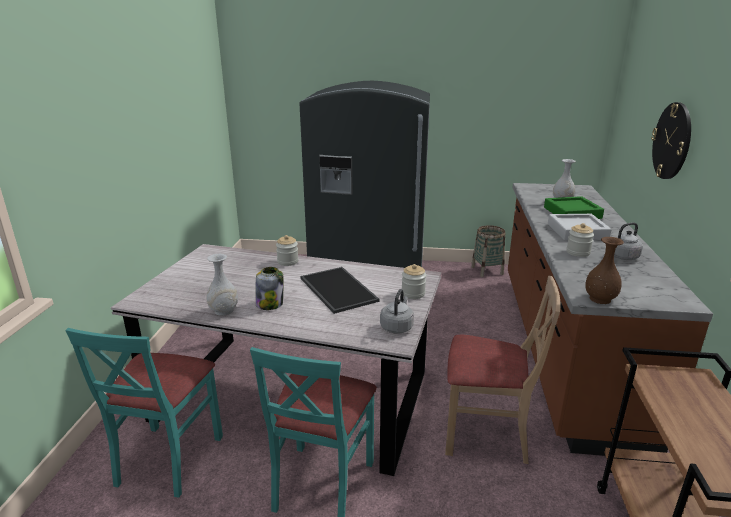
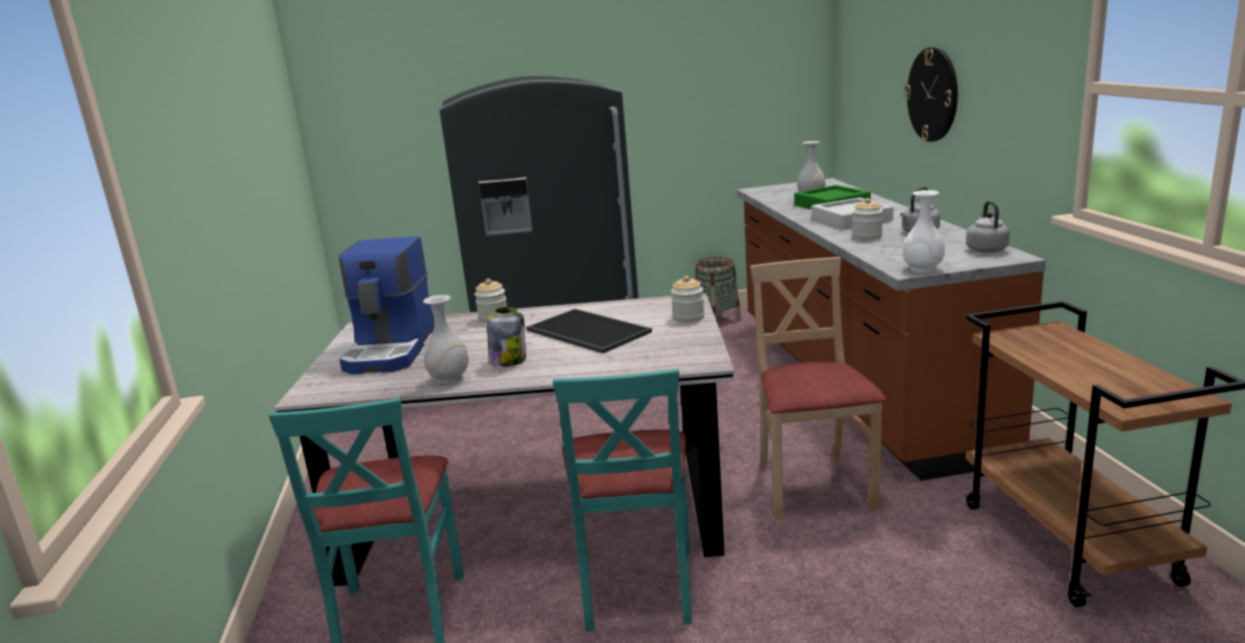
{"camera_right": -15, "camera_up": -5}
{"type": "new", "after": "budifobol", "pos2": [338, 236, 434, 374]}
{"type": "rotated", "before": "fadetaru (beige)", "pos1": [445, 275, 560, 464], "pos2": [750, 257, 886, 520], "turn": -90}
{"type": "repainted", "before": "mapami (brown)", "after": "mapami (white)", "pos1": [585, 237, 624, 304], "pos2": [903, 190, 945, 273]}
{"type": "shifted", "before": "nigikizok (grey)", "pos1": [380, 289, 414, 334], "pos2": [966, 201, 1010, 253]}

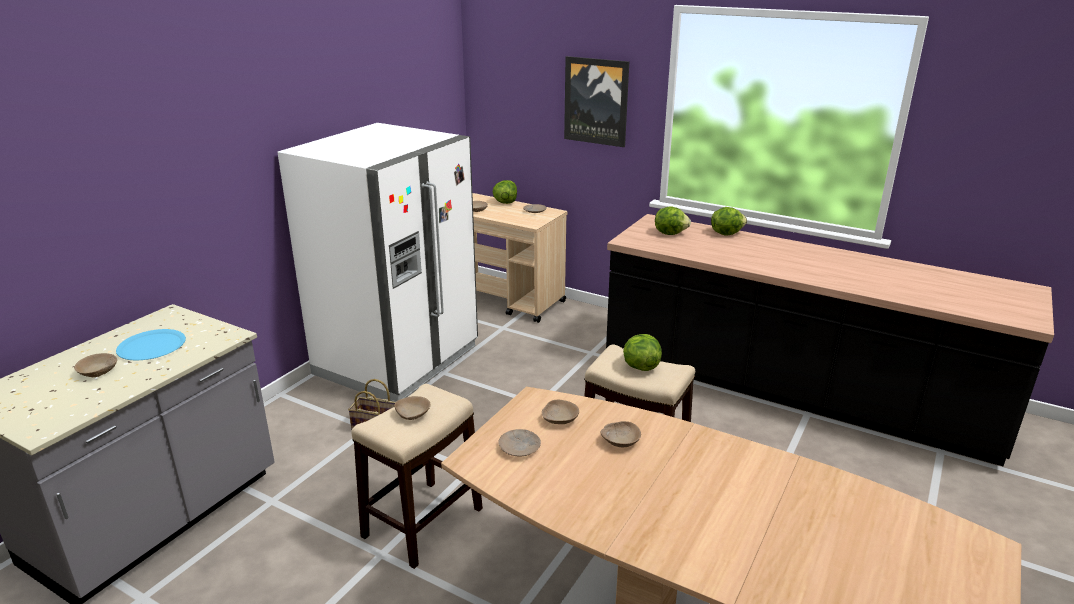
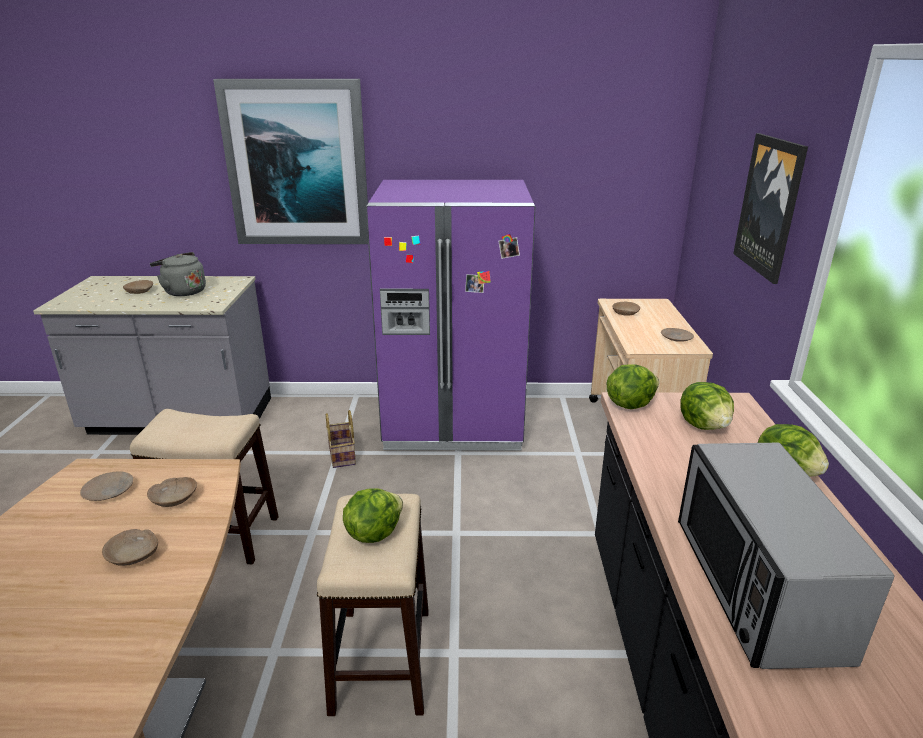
{"camera_right": 60, "camera_up": 0}
{"type": "swapped", "before": "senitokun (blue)", "after": "nigikizok (grey)", "pos1": [116, 329, 186, 360], "pos2": [150, 252, 206, 296]}
{"type": "new", "after": "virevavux", "pos2": [213, 79, 368, 244]}
{"type": "repainted", "before": "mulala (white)", "after": "mulala (purple)", "pos1": [277, 123, 478, 402], "pos2": [366, 180, 535, 451]}
{"type": "shifted", "before": "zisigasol", "pos1": [493, 180, 517, 204], "pos2": [607, 364, 659, 409]}
{"type": "new", "after": "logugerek", "pos2": [678, 443, 894, 669]}
{"type": "gone", "before": "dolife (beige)", "pos1": [394, 396, 430, 420]}

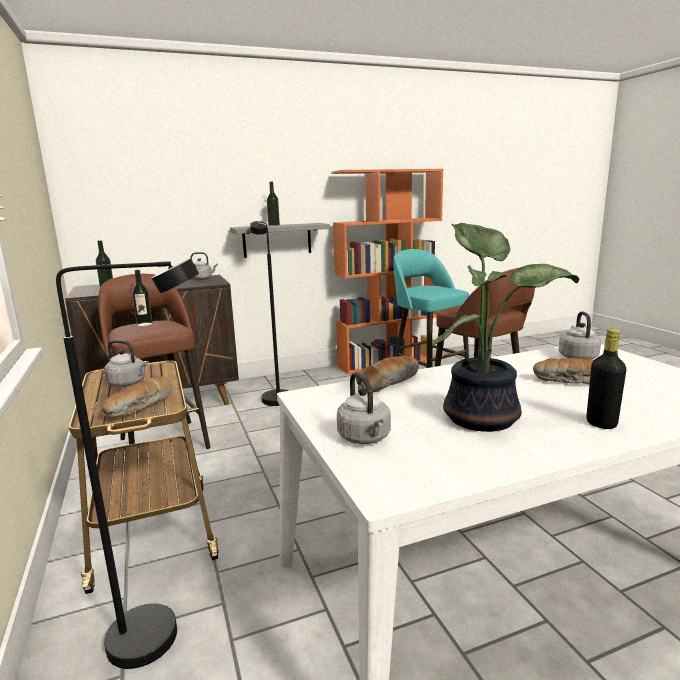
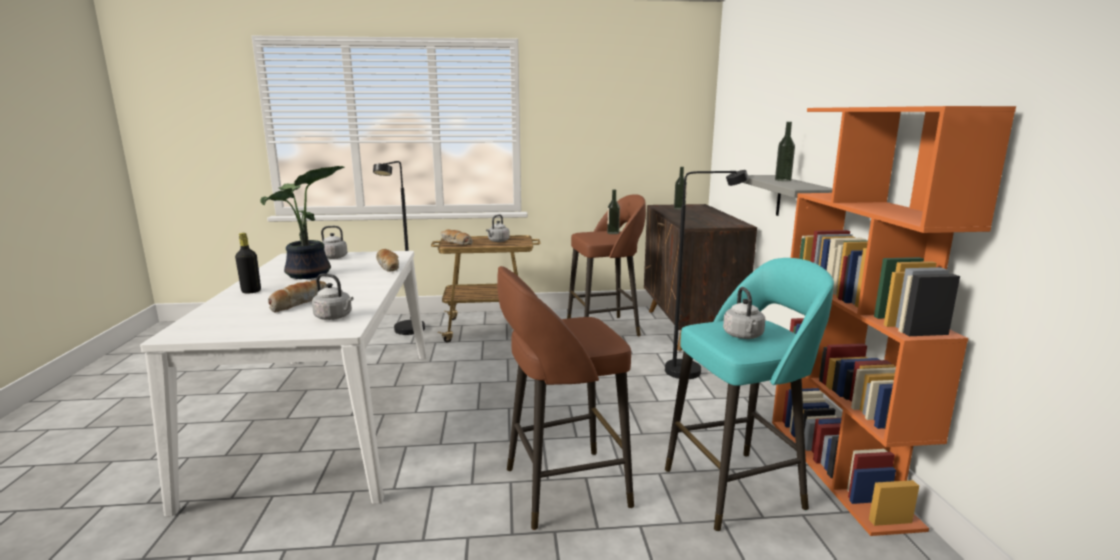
{"camera_right": 105, "camera_up": 0}
{"type": "shifted", "before": "nigikizok (grey)", "pos1": [190, 252, 218, 280], "pos2": [723, 287, 766, 339]}

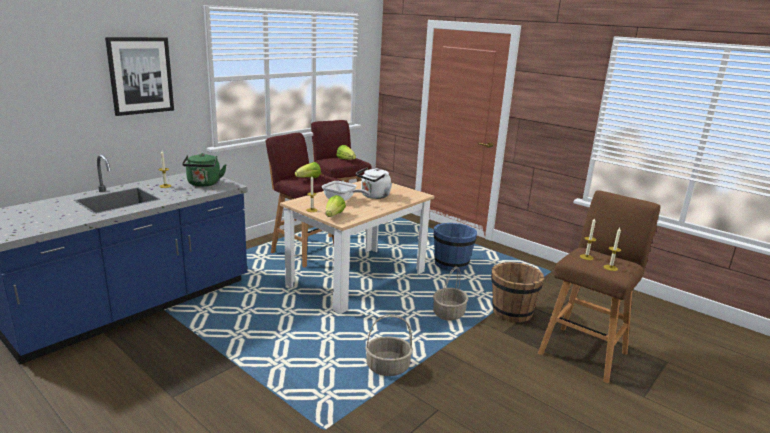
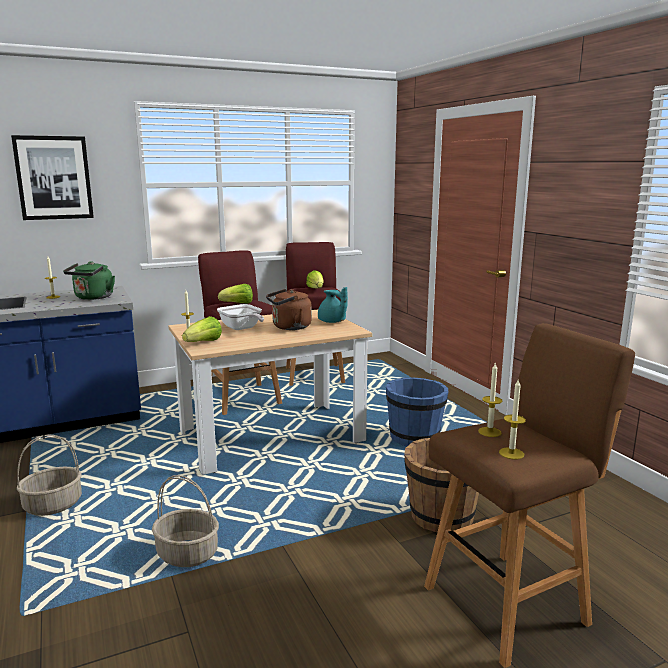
{"camera_right": 25, "camera_up": -5}
{"type": "shifted", "before": "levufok", "pos1": [433, 267, 468, 321], "pos2": [17, 435, 82, 516]}
{"type": "repainted", "before": "nigikizok (white)", "after": "nigikizok (brown)", "pos1": [356, 167, 392, 199], "pos2": [266, 289, 312, 330]}
{"type": "new", "after": "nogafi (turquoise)", "pos2": [318, 287, 348, 323]}

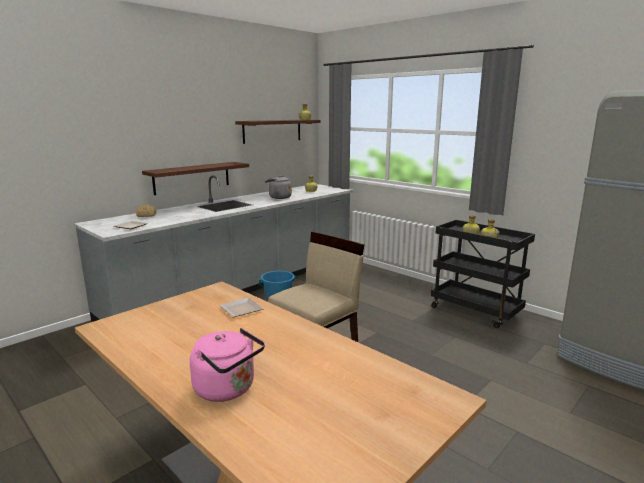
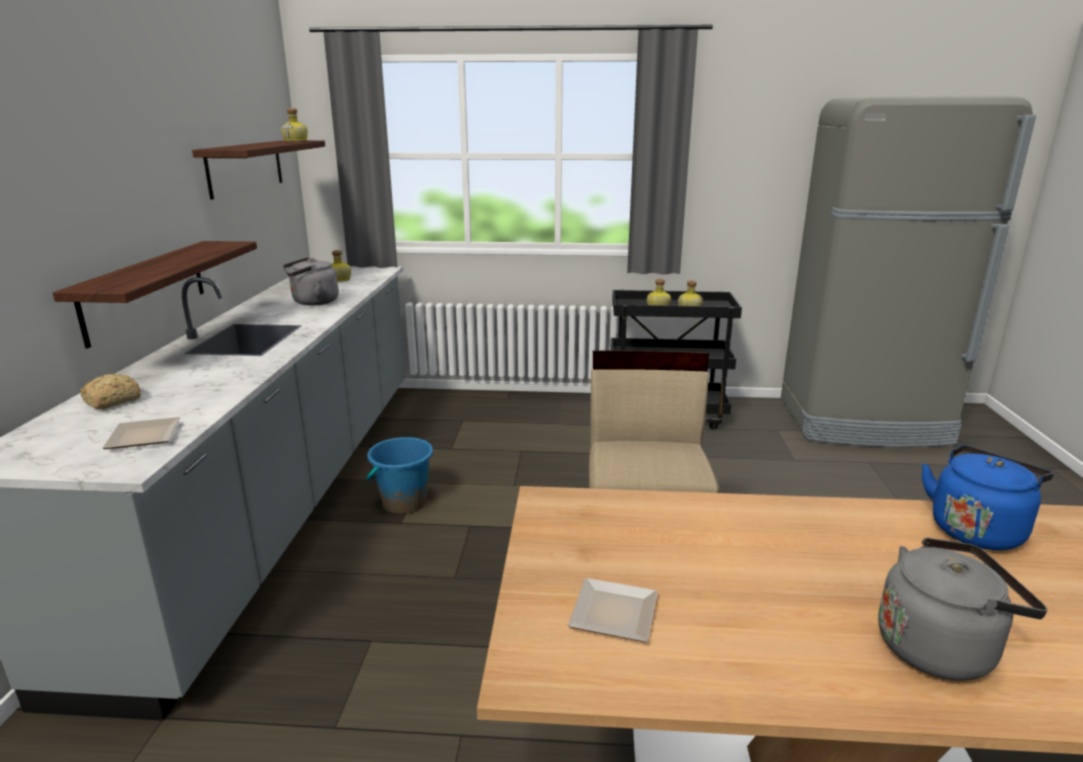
{"camera_right": -40, "camera_up": 5}
{"type": "shifted", "before": "senitokun", "pos1": [220, 298, 263, 318], "pos2": [568, 578, 658, 642]}
{"type": "repainted", "before": "nigikizok (pink)", "after": "nigikizok (grey)", "pos1": [190, 328, 265, 402], "pos2": [878, 537, 1047, 681]}
{"type": "new", "after": "nigikizok (blue)", "pos2": [922, 445, 1053, 550]}

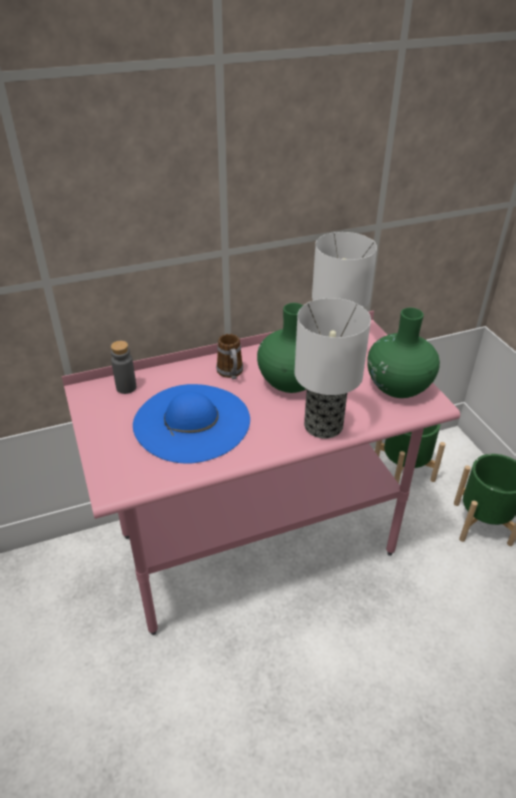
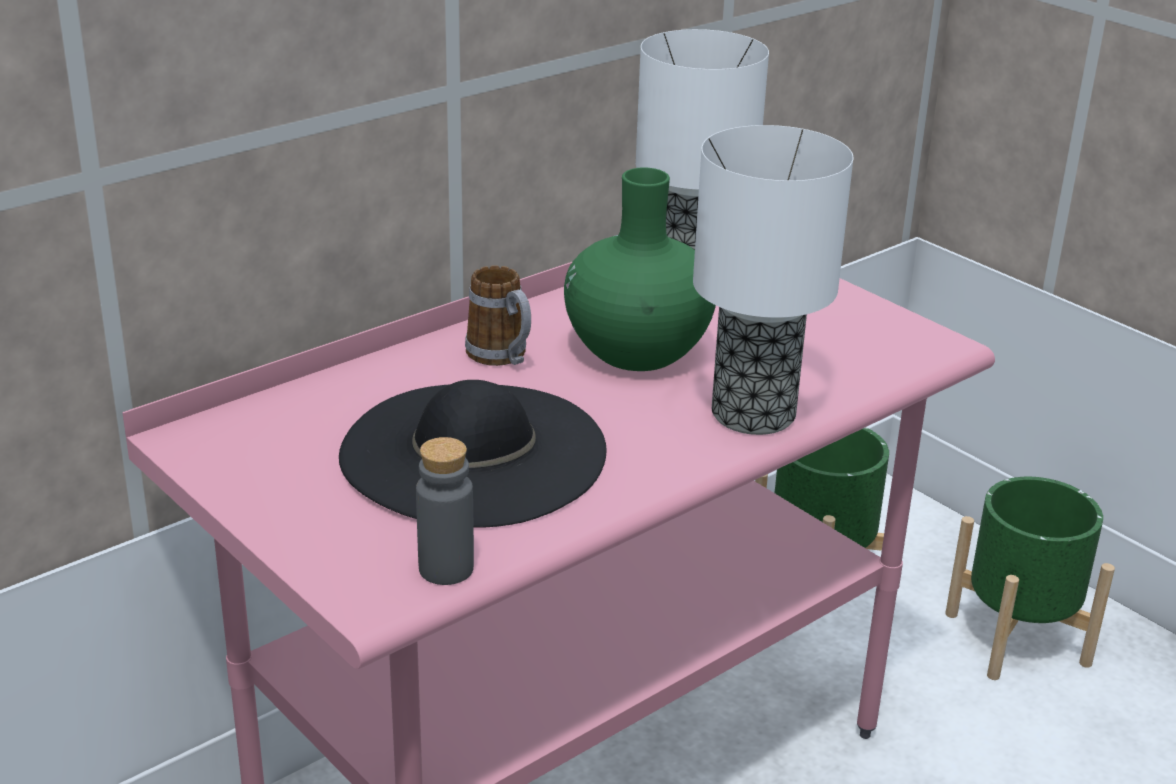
{"camera_right": -20, "camera_up": -10}
{"type": "repainted", "before": "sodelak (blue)", "after": "sodelak (black)", "pos1": [133, 384, 250, 463], "pos2": [339, 380, 607, 528]}
{"type": "shifted", "before": "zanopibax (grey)", "pos1": [111, 341, 136, 394], "pos2": [416, 437, 474, 585]}
{"type": "gone", "before": "mapami (green)", "pos1": [367, 308, 440, 398]}

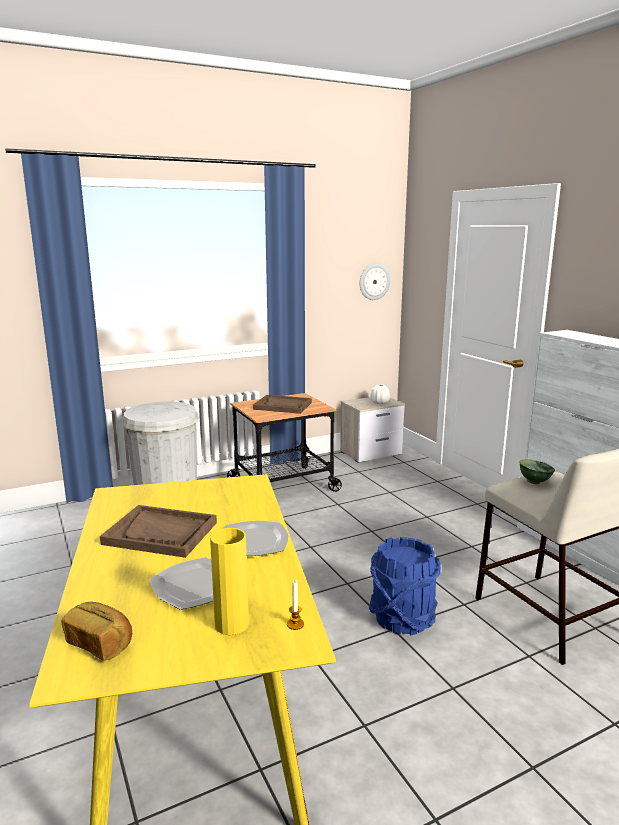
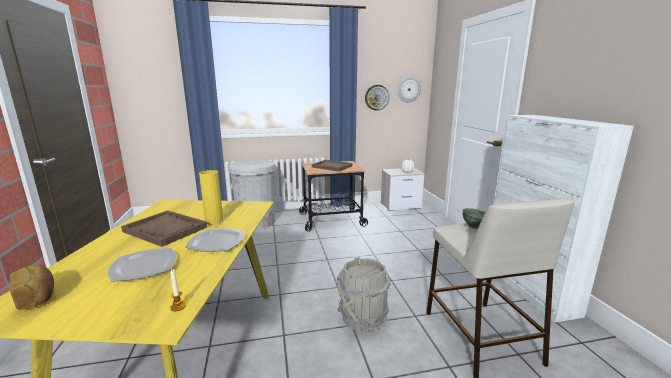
{"camera_right": 15, "camera_up": 0}
{"type": "shifted", "before": "mapami (yellow)", "pos1": [210, 528, 249, 635], "pos2": [199, 170, 223, 225]}
{"type": "repainted", "before": "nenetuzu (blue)", "after": "nenetuzu (grey)", "pos1": [369, 537, 441, 636], "pos2": [337, 257, 391, 333]}
{"type": "new", "after": "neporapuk", "pos2": [365, 85, 389, 111]}

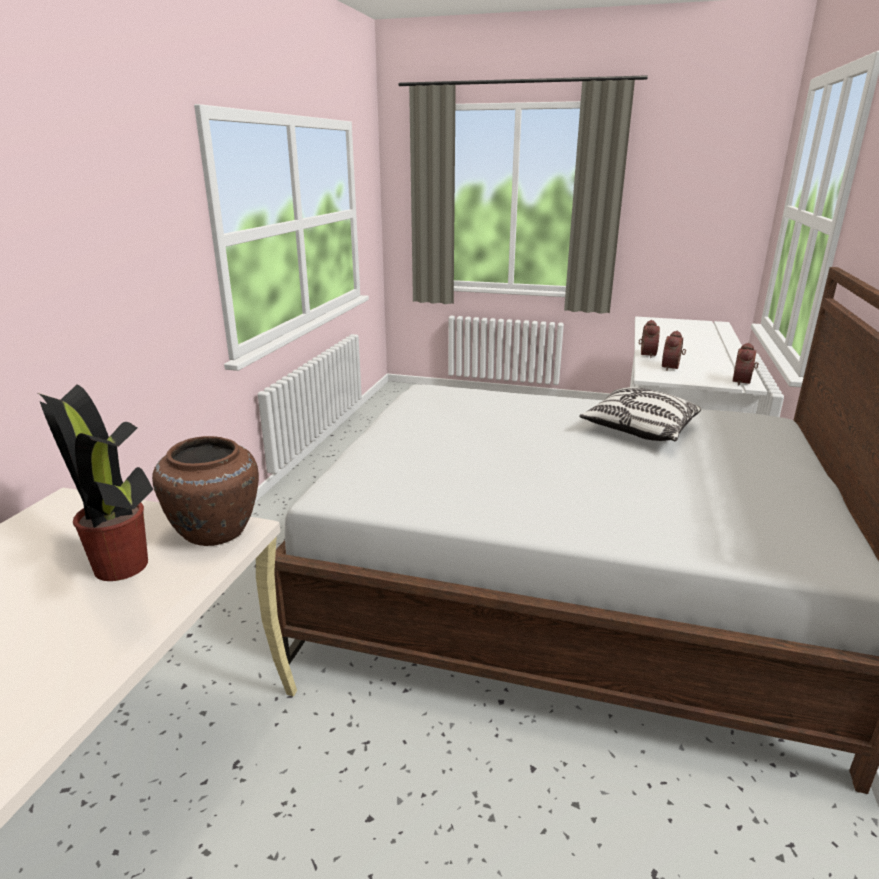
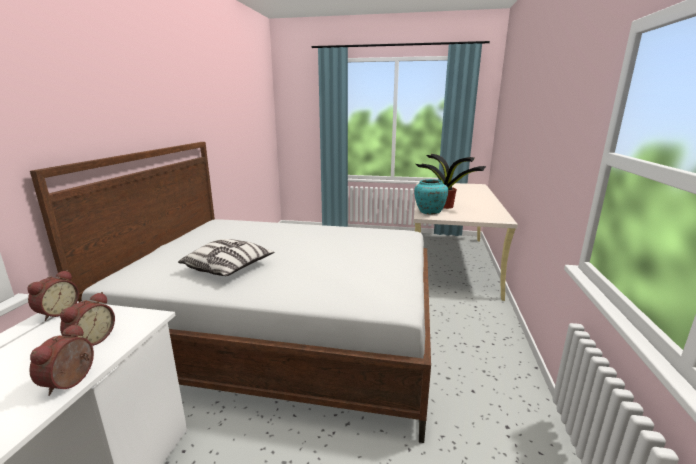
{"camera_right": 175, "camera_up": -5}
{"type": "repainted", "before": "mapami (brown)", "after": "mapami (turquoise)", "pos1": [152, 436, 259, 546], "pos2": [414, 179, 448, 214]}

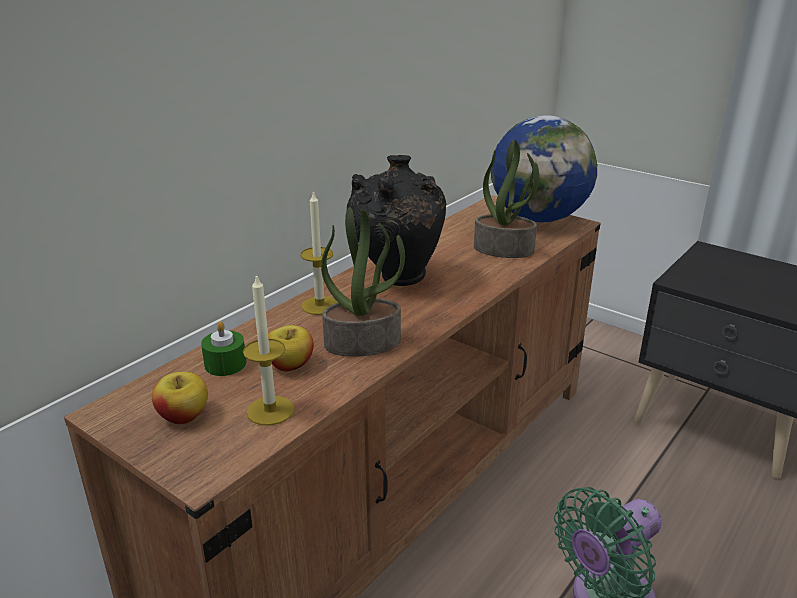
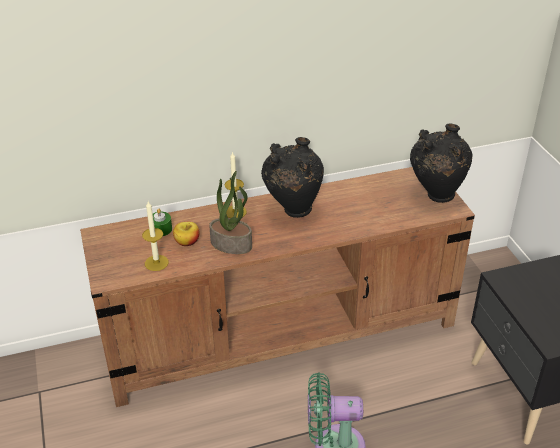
{"camera_right": 35, "camera_up": 10}
{"type": "swapped", "before": "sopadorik", "after": "mapami (black)", "pos1": [491, 115, 597, 222], "pos2": [410, 123, 472, 203]}
{"type": "gone", "before": "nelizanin", "pos1": [152, 372, 208, 424]}
{"type": "gone", "before": "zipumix", "pos1": [474, 140, 539, 258]}

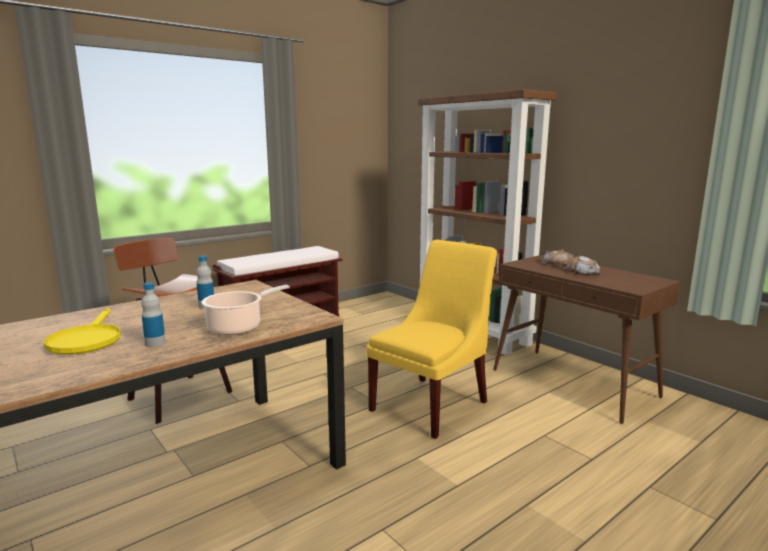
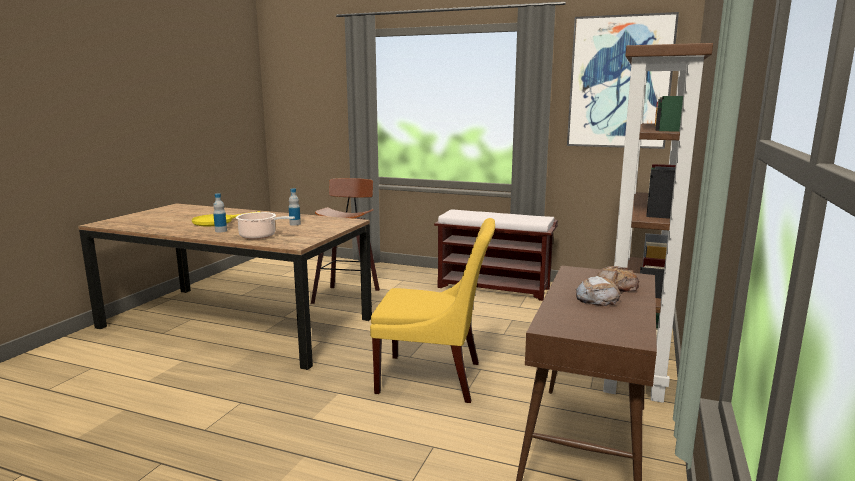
{"camera_right": 60, "camera_up": 0}
{"type": "new", "after": "virevavux", "pos2": [567, 12, 679, 149]}

